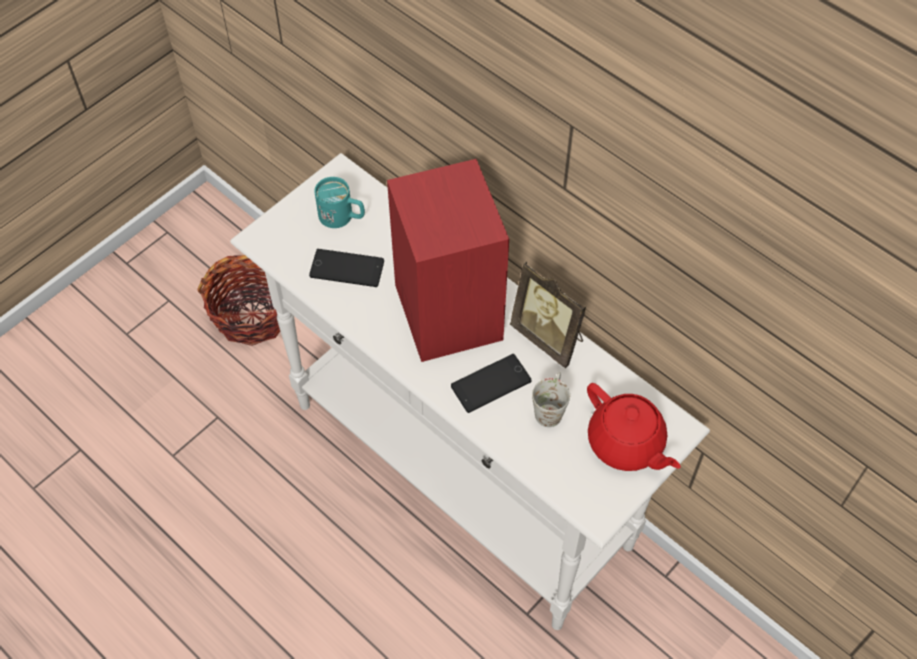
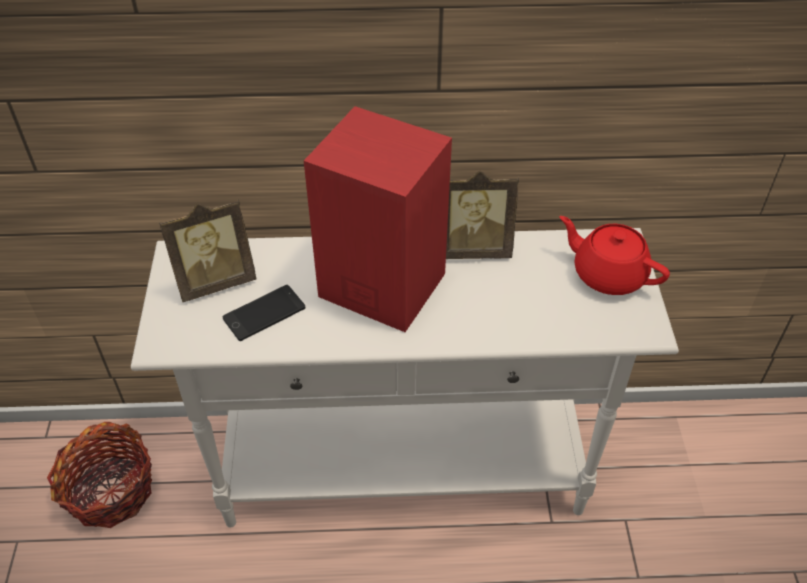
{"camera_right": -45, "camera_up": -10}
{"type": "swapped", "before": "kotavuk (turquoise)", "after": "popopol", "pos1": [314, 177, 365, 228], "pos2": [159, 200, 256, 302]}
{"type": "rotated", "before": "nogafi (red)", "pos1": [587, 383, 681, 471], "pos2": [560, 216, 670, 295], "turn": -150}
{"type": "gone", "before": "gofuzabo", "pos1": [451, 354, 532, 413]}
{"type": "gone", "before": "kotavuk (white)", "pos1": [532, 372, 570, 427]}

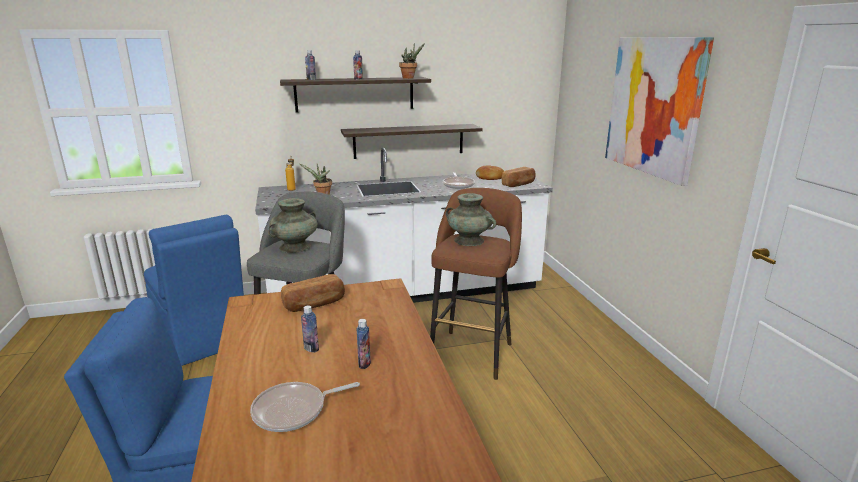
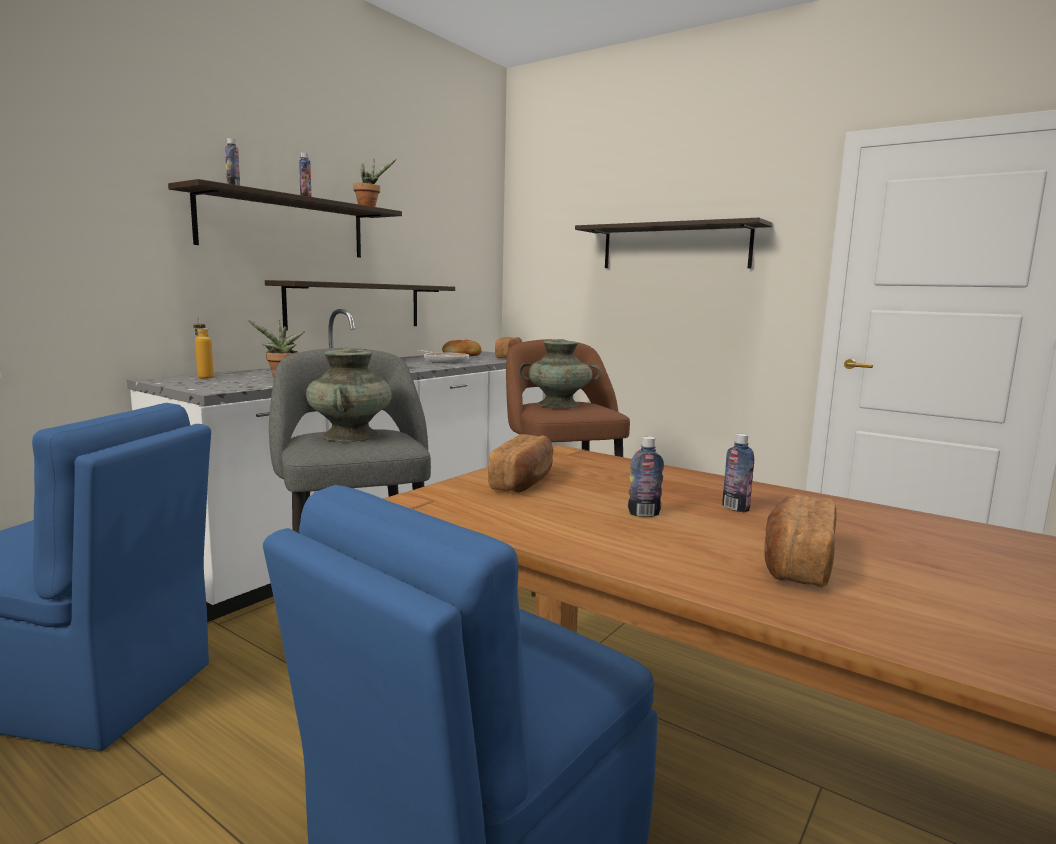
{"camera_right": -40, "camera_up": -10}
{"type": "swapped", "before": "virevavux", "after": "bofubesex", "pos1": [605, 37, 714, 186], "pos2": [575, 218, 772, 268]}
{"type": "swapped", "before": "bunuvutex", "after": "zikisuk", "pos1": [250, 382, 360, 432], "pos2": [764, 494, 837, 588]}

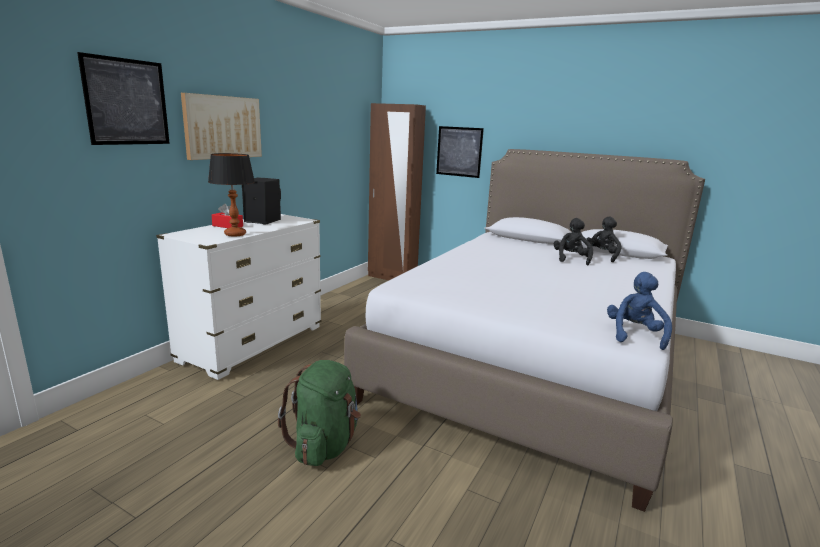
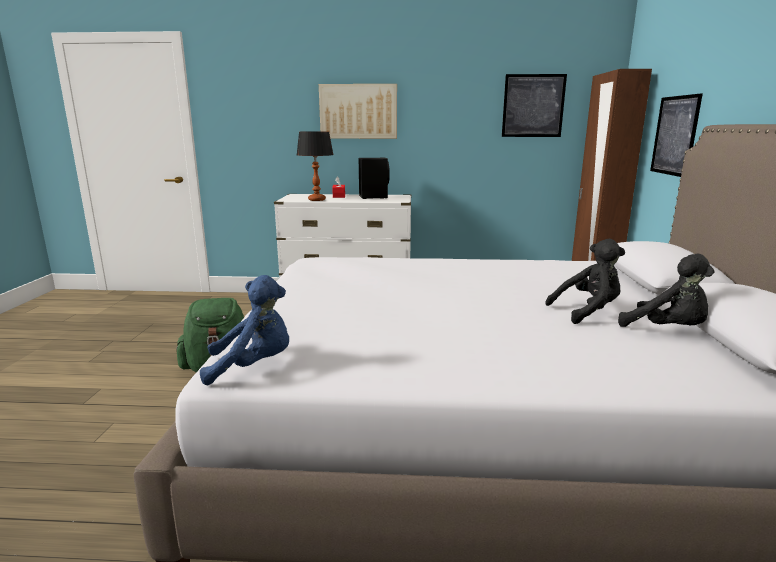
{"camera_right": 65, "camera_up": 0}
{"type": "shifted", "before": "virevavux", "pos1": [77, 52, 170, 145], "pos2": [502, 74, 567, 137]}
{"type": "rotated", "before": "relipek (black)", "pos1": [585, 216, 622, 263], "pos2": [618, 254, 715, 327], "turn": 45}

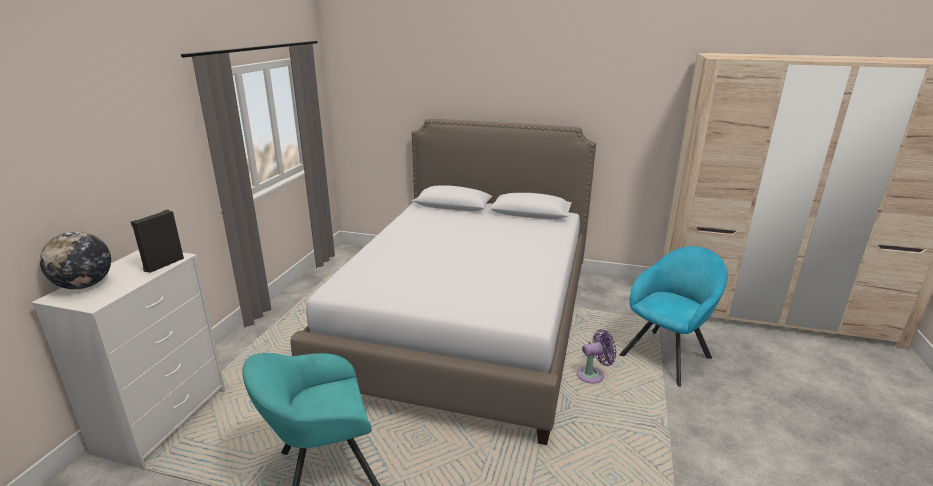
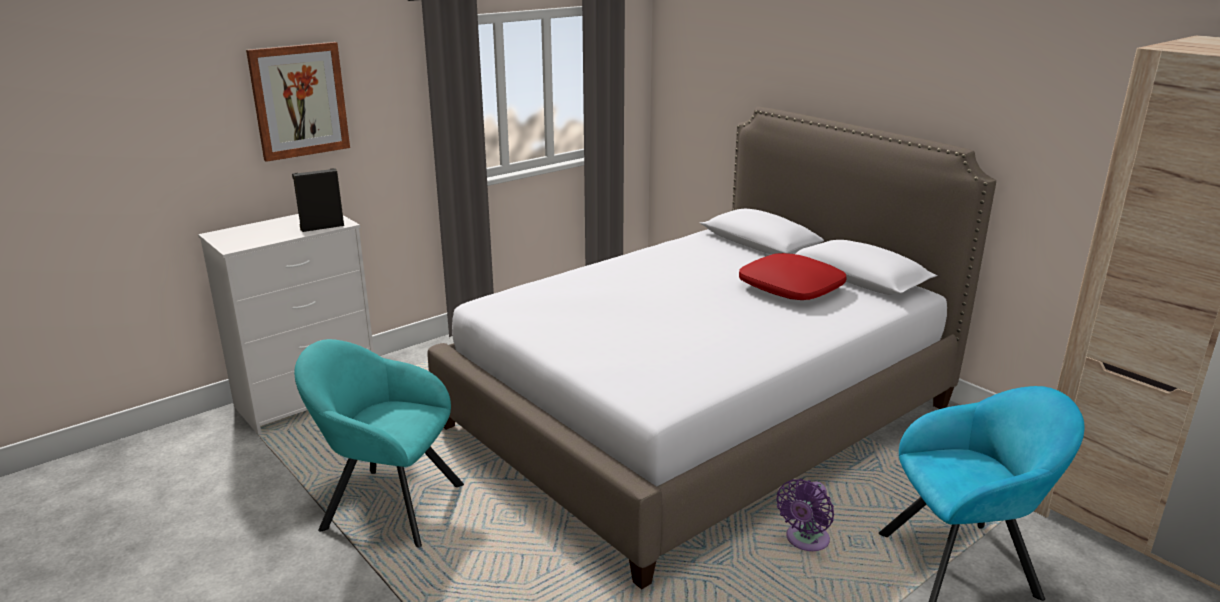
{"camera_right": 35, "camera_up": 0}
{"type": "new", "after": "virevavux", "pos2": [246, 42, 350, 162]}
{"type": "new", "after": "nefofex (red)", "pos2": [739, 253, 846, 300]}
{"type": "rotated", "before": "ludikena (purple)", "pos1": [577, 329, 617, 384], "pos2": [776, 479, 834, 551], "turn": 105}
{"type": "gone", "before": "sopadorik", "pos1": [40, 232, 111, 289]}

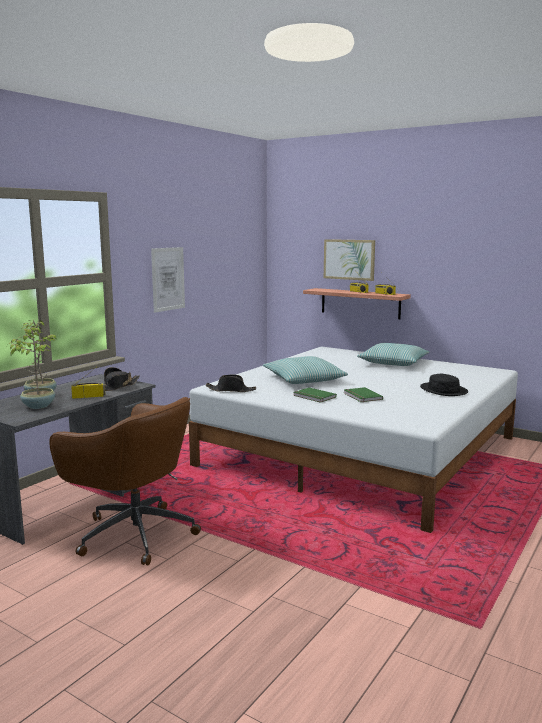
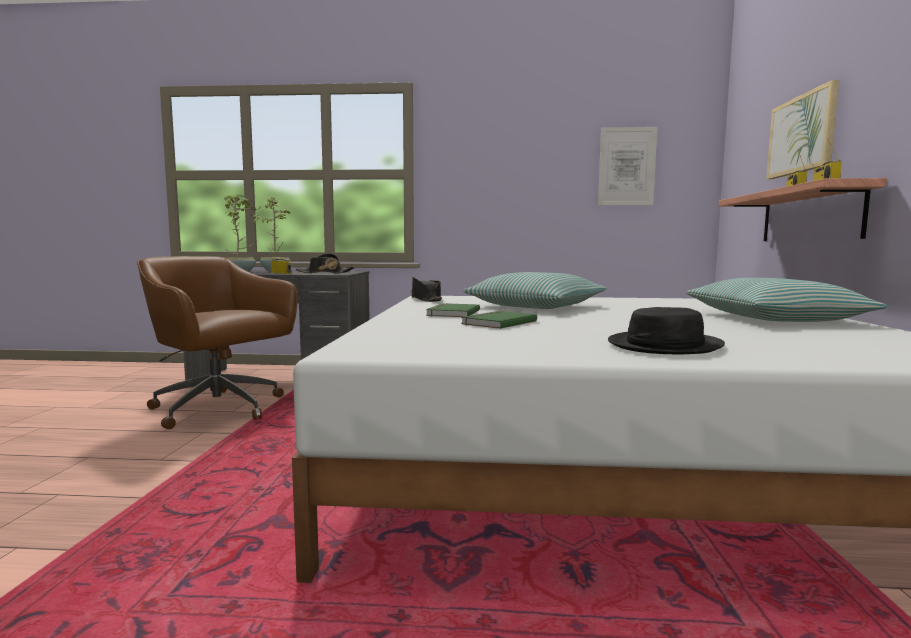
{"camera_right": 60, "camera_up": -5}
{"type": "rotated", "before": "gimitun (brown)", "pos1": [49, 397, 201, 566], "pos2": [137, 256, 298, 429], "turn": 120}
{"type": "shifted", "before": "virevavux", "pos1": [151, 247, 185, 313], "pos2": [598, 127, 657, 206]}

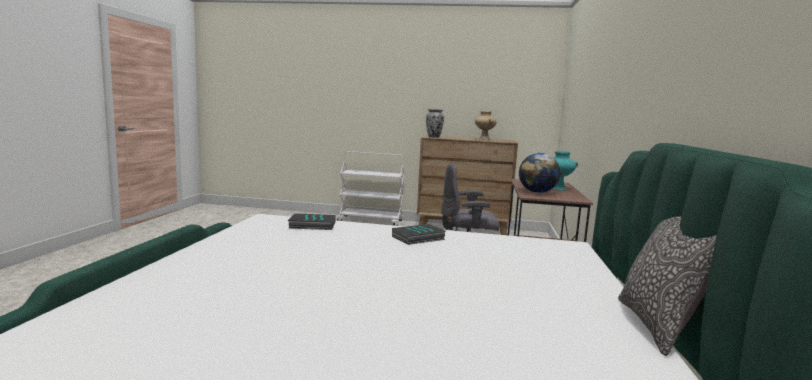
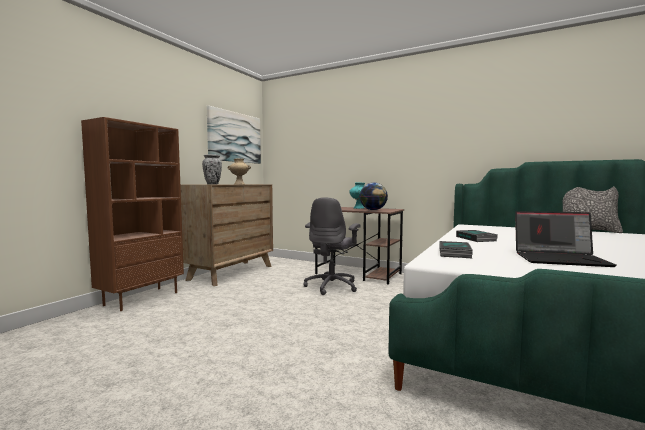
{"camera_right": -70, "camera_up": -5}
{"type": "swapped", "before": "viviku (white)", "after": "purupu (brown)", "pos1": [337, 151, 404, 226], "pos2": [81, 117, 184, 311]}
{"type": "new", "after": "virevavux", "pos2": [207, 106, 261, 164]}
{"type": "new", "after": "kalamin", "pos2": [515, 211, 617, 267]}

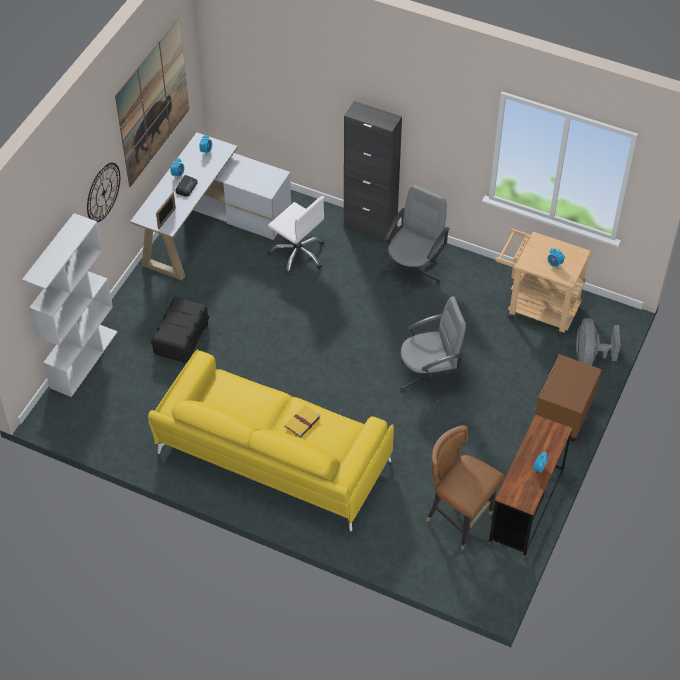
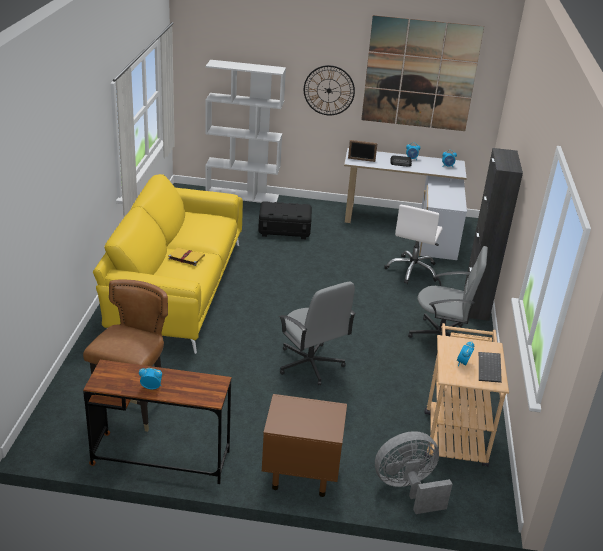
{"camera_right": 70, "camera_up": -20}
{"type": "new", "after": "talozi", "pos2": [479, 352, 502, 383]}

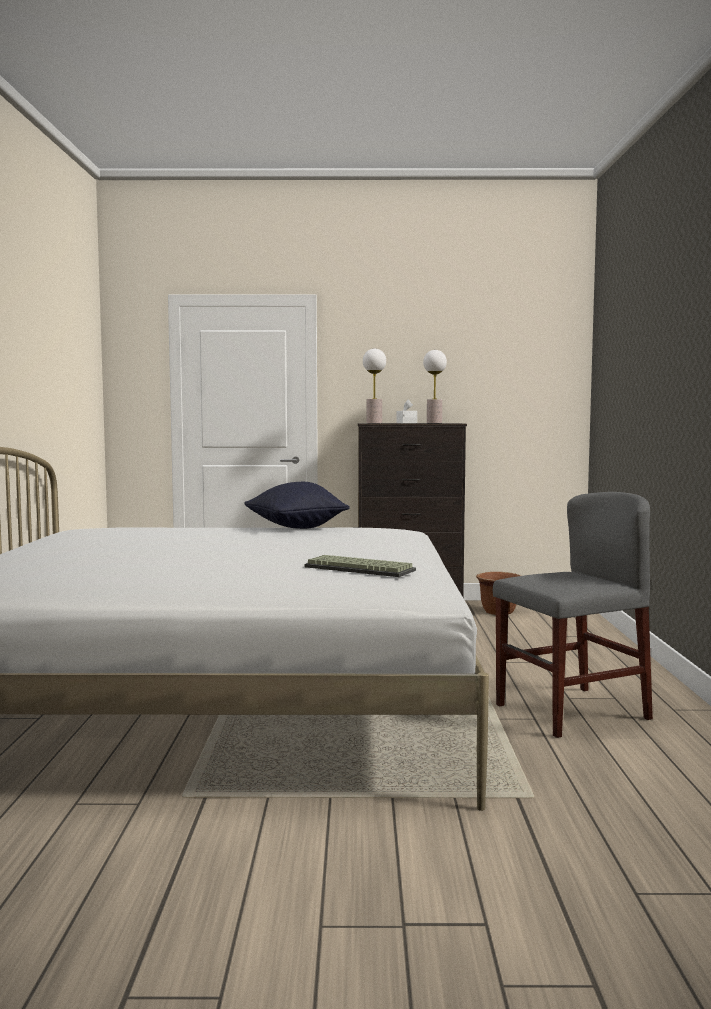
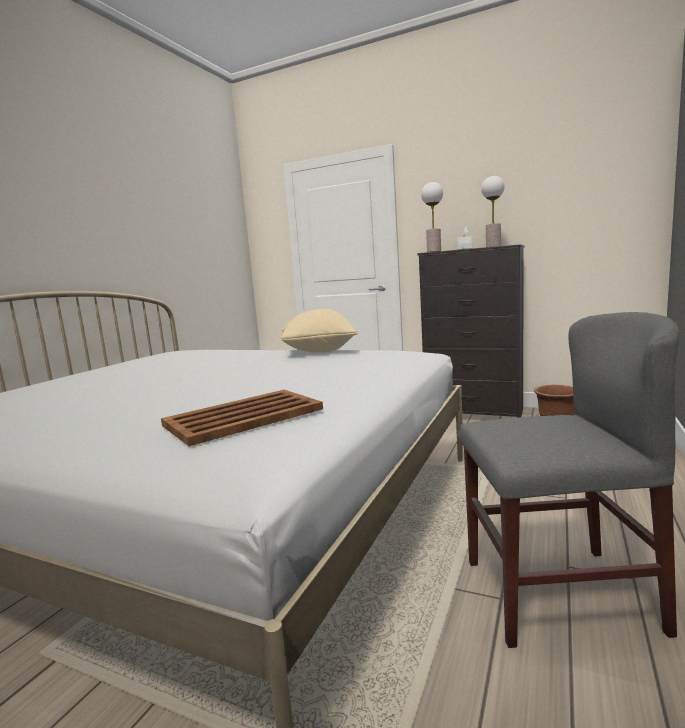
{"camera_right": 25, "camera_up": 5}
{"type": "swapped", "before": "talozi", "after": "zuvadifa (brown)", "pos1": [304, 555, 416, 577], "pos2": [161, 390, 323, 446]}
{"type": "repainted", "before": "nefofex (black)", "after": "nefofex (beige)", "pos1": [244, 482, 350, 529], "pos2": [281, 309, 358, 353]}

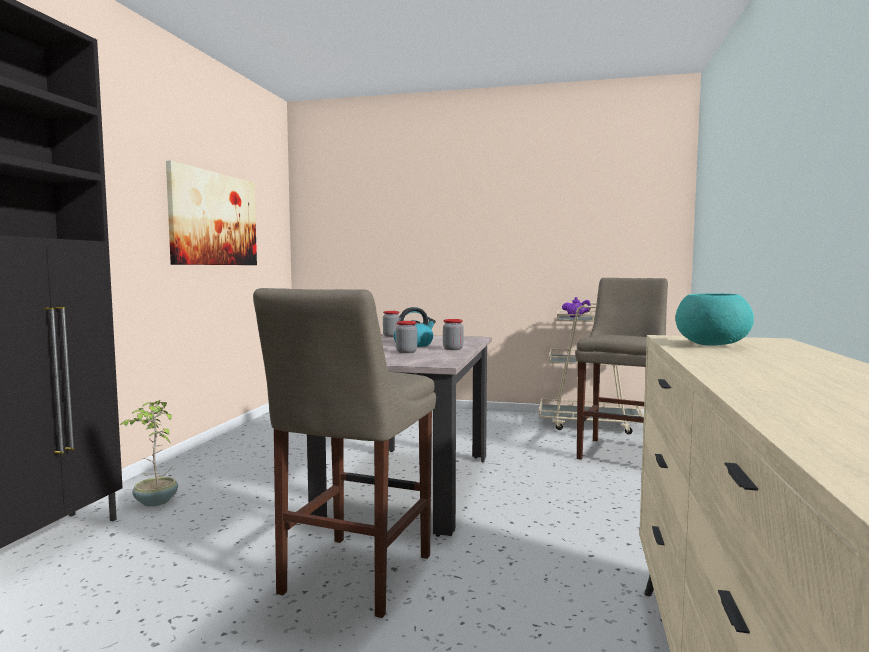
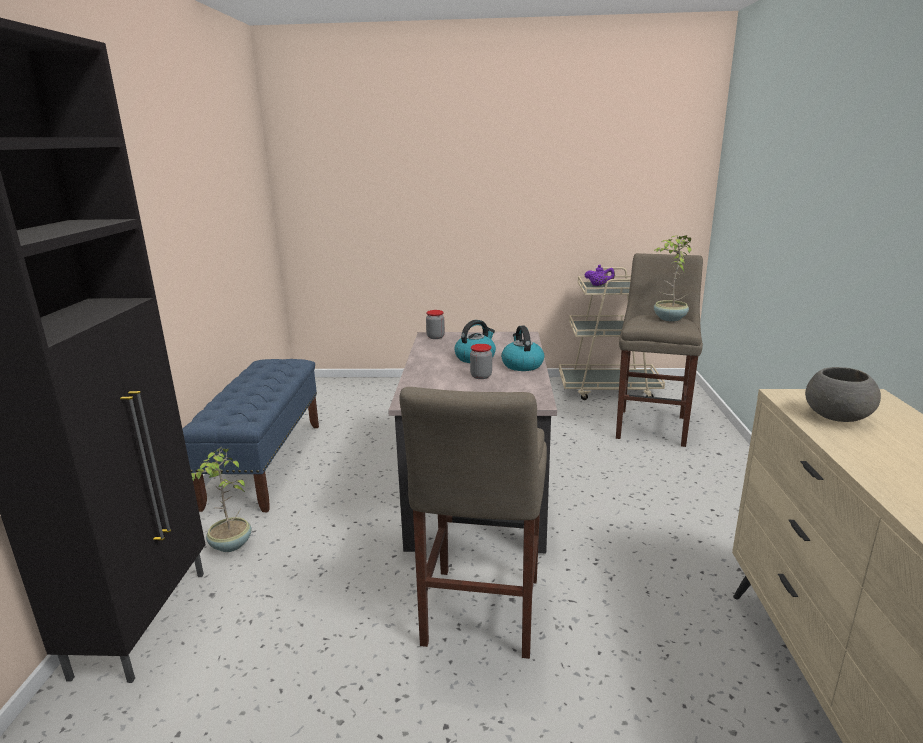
{"camera_right": -10, "camera_up": 15}
{"type": "new", "after": "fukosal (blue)", "pos2": [183, 359, 319, 512]}
{"type": "swapped", "before": "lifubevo", "after": "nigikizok", "pos1": [443, 319, 463, 350], "pos2": [501, 326, 544, 371]}
{"type": "new", "after": "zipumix", "pos2": [654, 235, 692, 321]}
{"type": "repainted", "before": "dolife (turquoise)", "after": "dolife (grey)", "pos1": [675, 293, 754, 346], "pos2": [805, 367, 881, 422]}
{"type": "gone", "before": "virevavux", "pos1": [166, 160, 257, 265]}

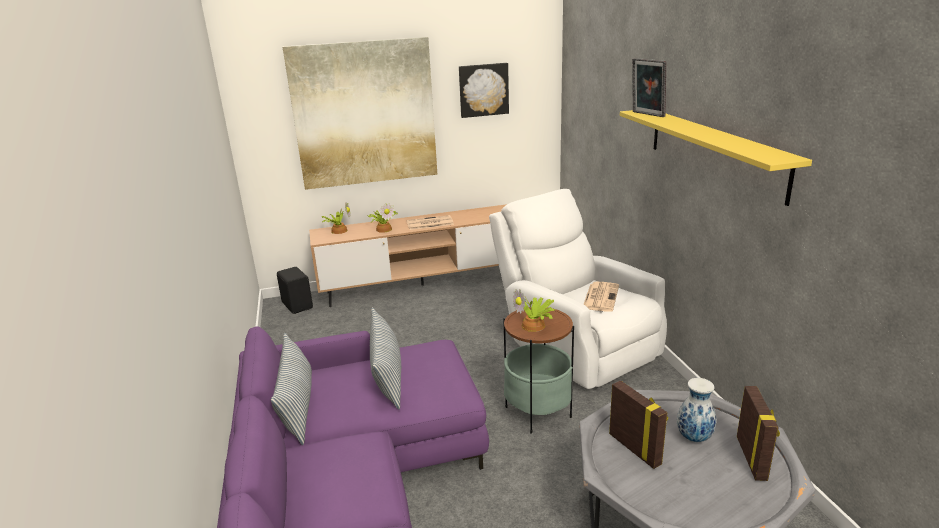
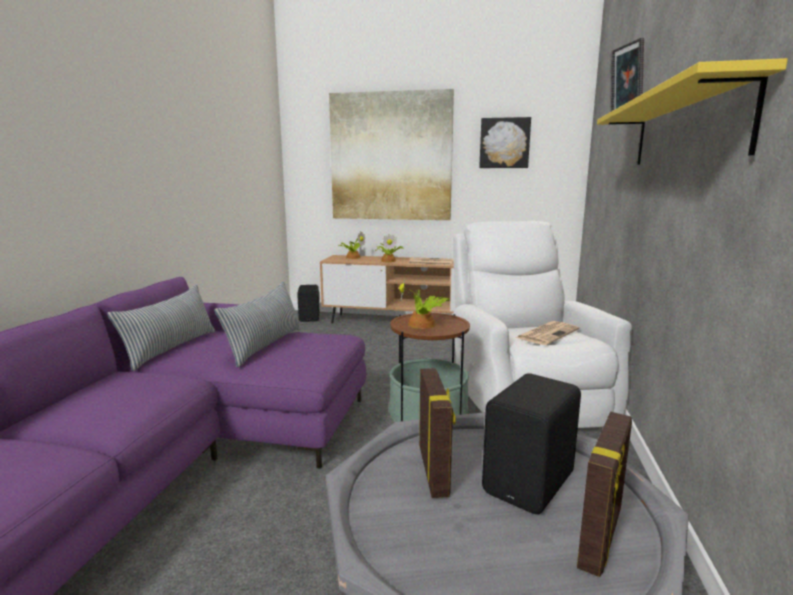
{"camera_right": 25, "camera_up": -10}
{"type": "swapped", "before": "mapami", "after": "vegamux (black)", "pos1": [677, 378, 716, 442], "pos2": [482, 373, 581, 514]}

